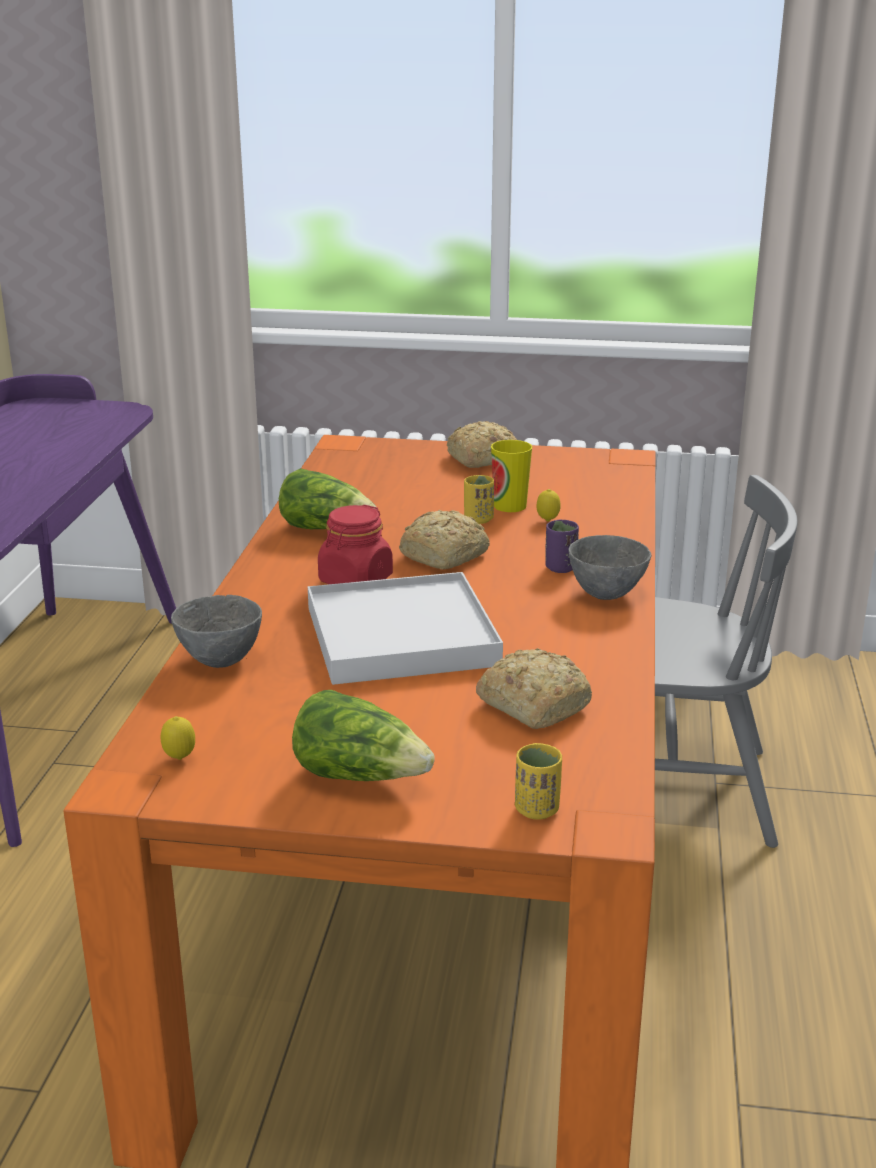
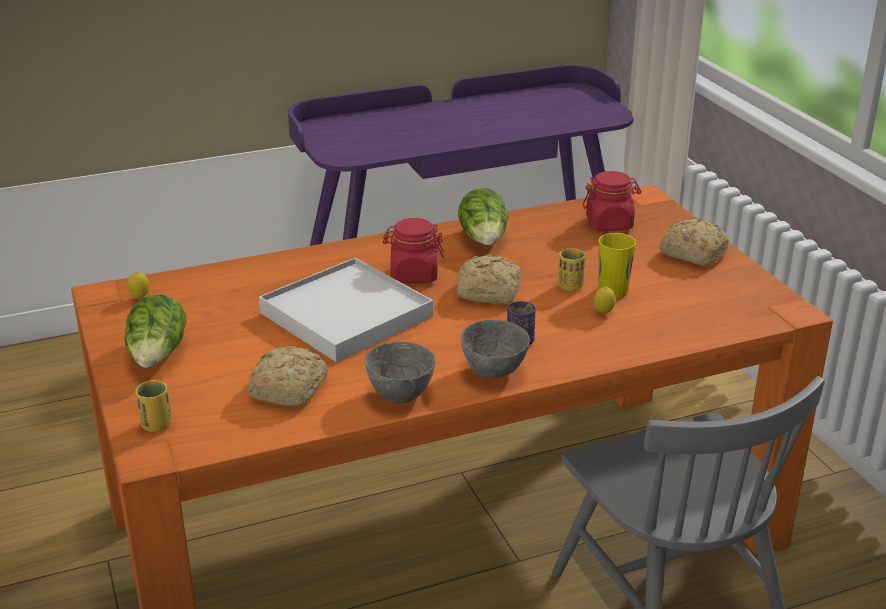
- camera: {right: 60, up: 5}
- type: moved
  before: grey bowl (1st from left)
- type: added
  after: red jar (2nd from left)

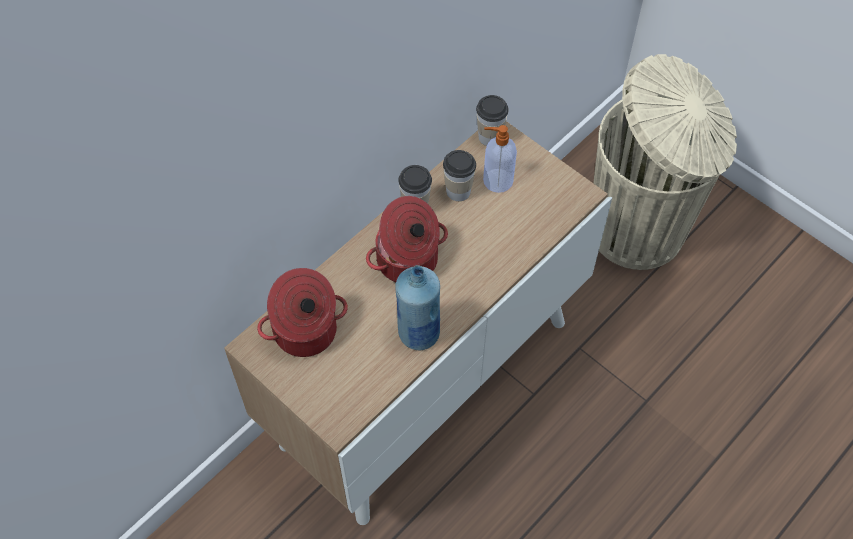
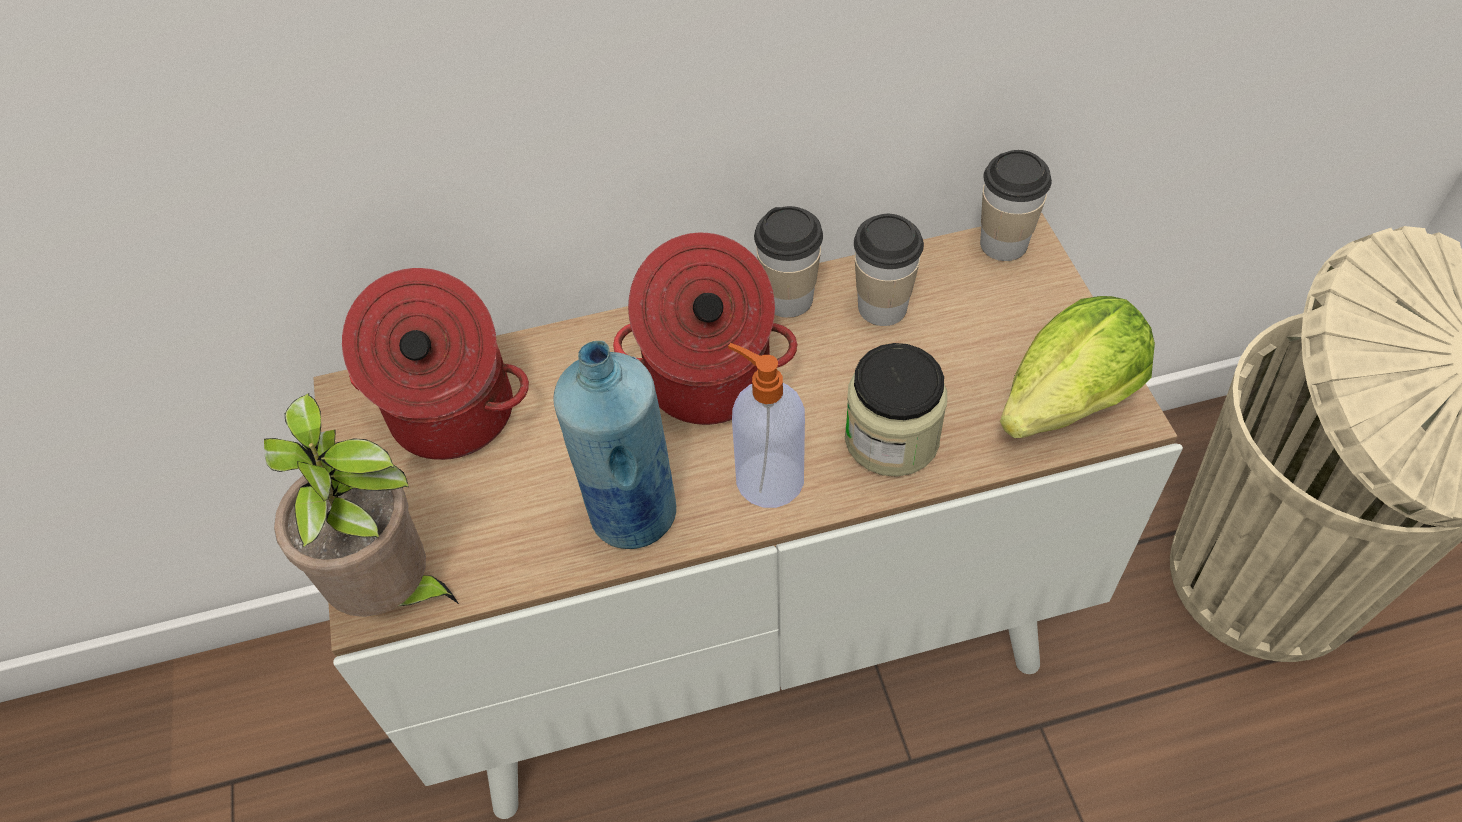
- camera: {right: 35, up: -5}
- type: moved
  before: soap dispenser
- type: added
  after: lettuce
- type: added
  after: jar
- type: added
  after: potted plant

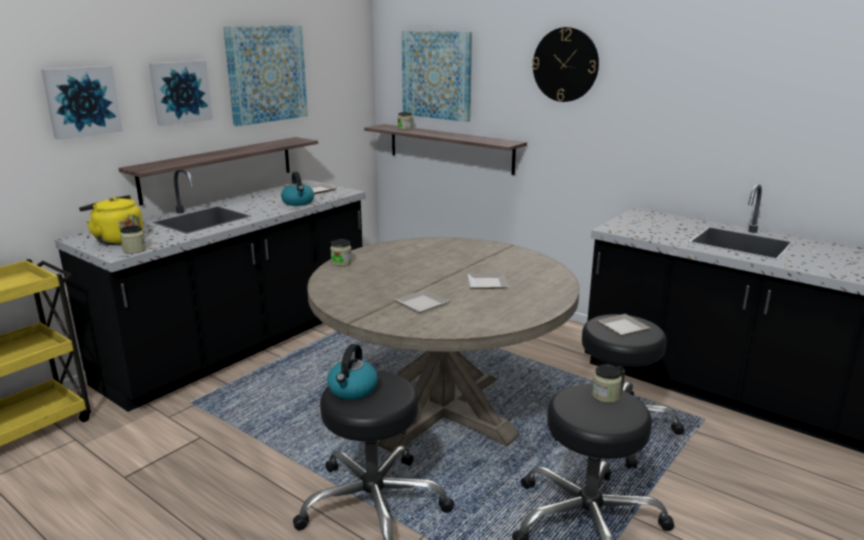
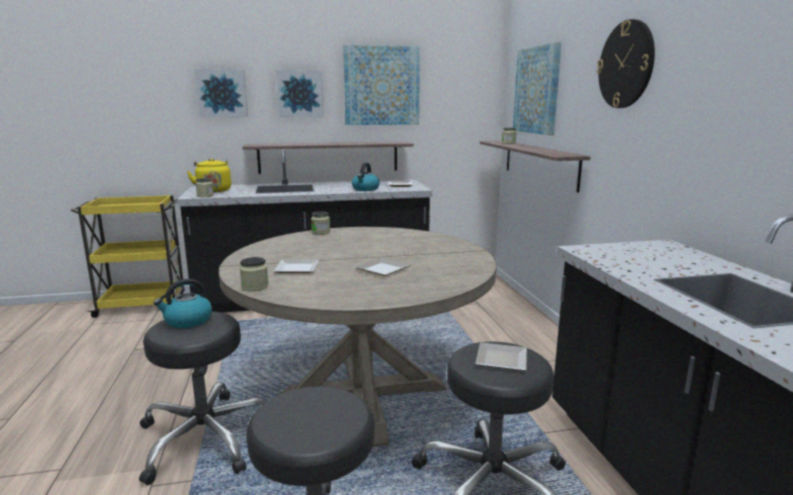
- camera: {right: 40, up: -5}
- type: moved
  before: jar (4th from left in the first image)
  after: jar (2nd from left)

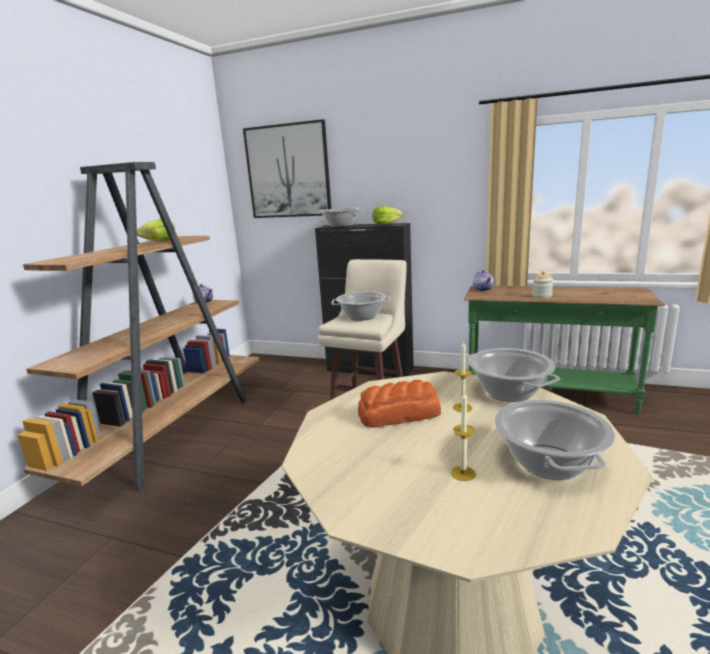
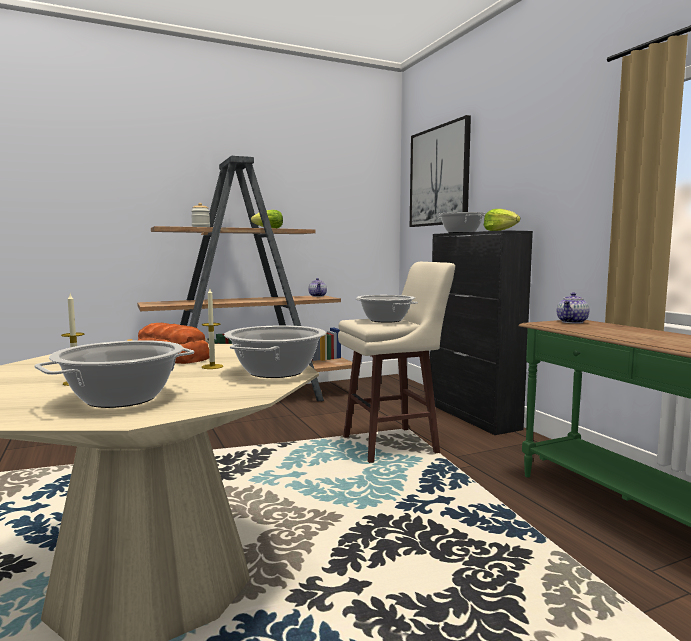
- camera: {right: 45, up: -10}
- type: moved
  before: jar

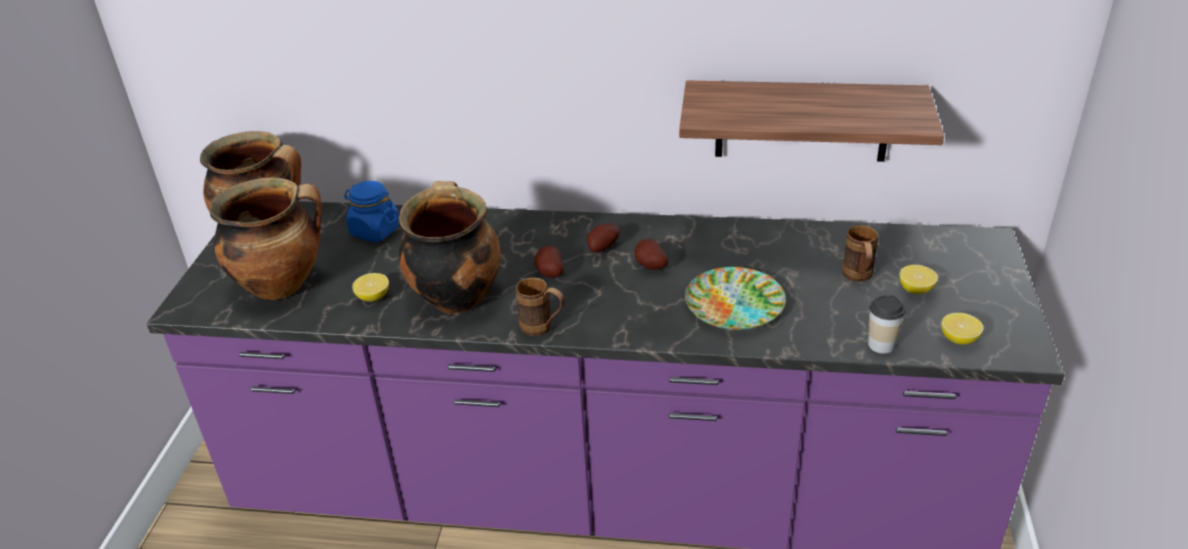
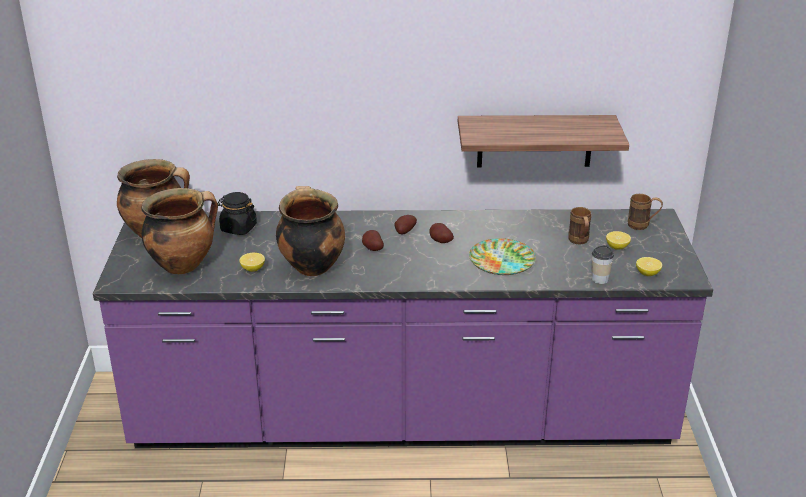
- camera: {right: -10, up: -5}
- type: recoloured
  before: blue jar
  after: black jar
- type: moved
  before: brown mug (1st from left in the first image)
  after: brown mug (2nd from left)

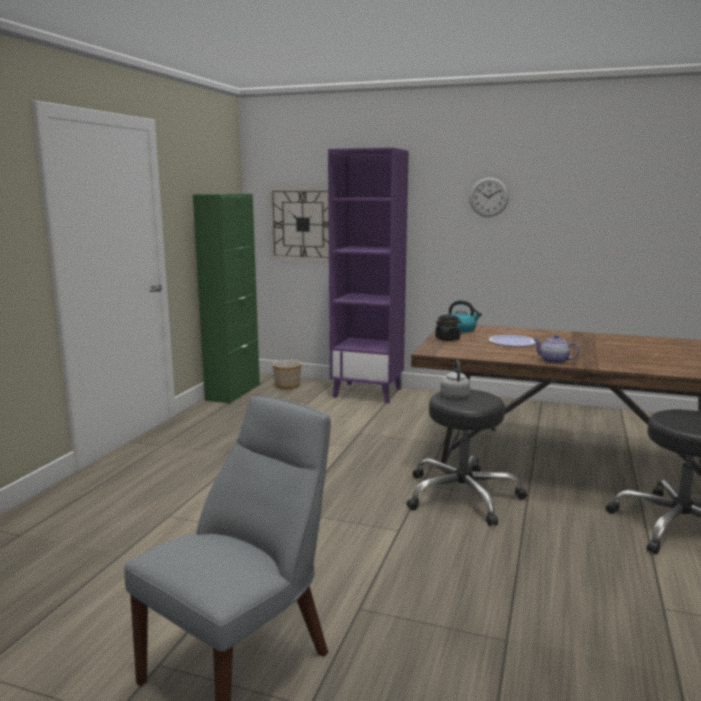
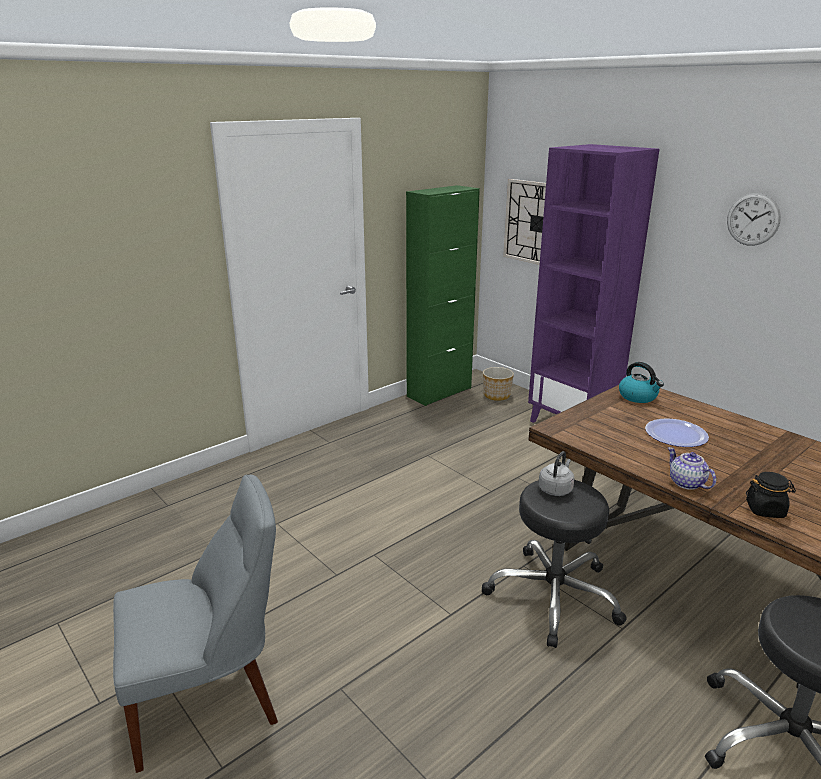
- camera: {right: 30, up: 10}
- type: moved
  before: black jar

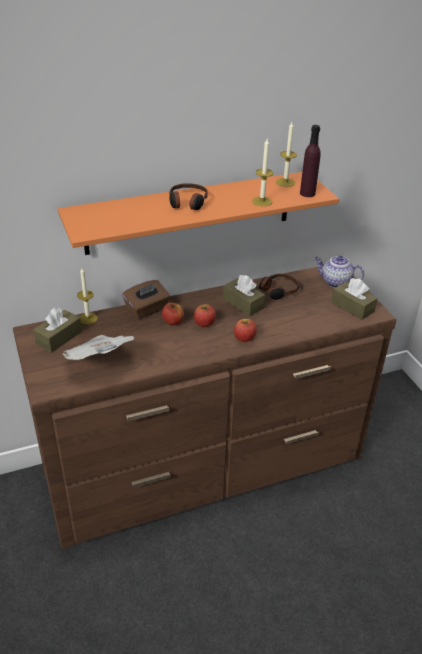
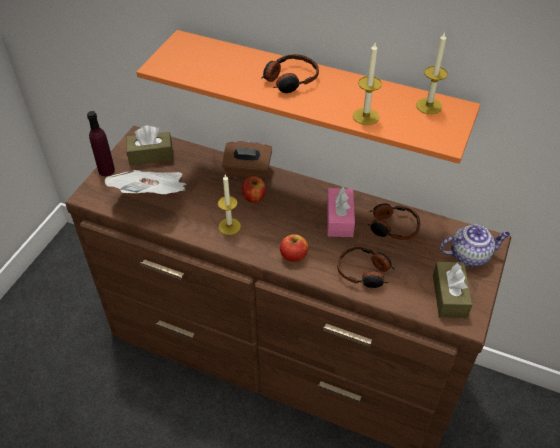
- camera: {right: 45, up: 10}
- type: moved
  before: purple bottle
- type: turned
  before: teapot
  turn: 105
- type: moved
  before: candle (1st from left)
- type: recoloured
  before: brown tissue box (3rd from left)
  after: pink tissue box
- type: removed
  before: apple (2nd from left)
- type: added
  after: headphones (2nd from left)

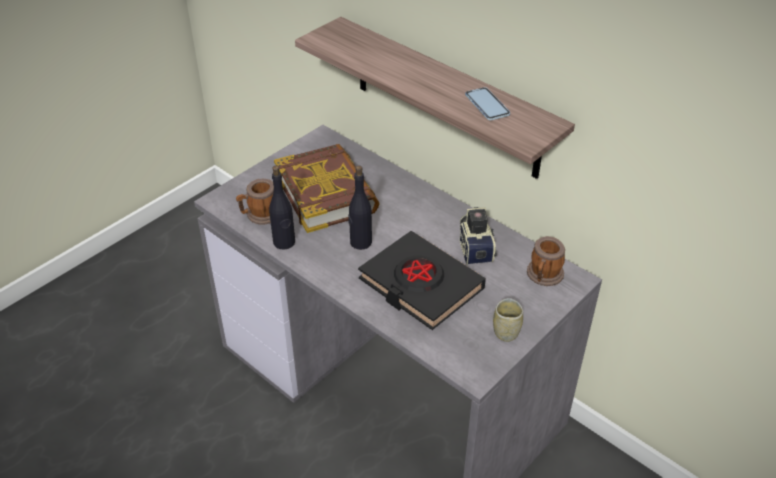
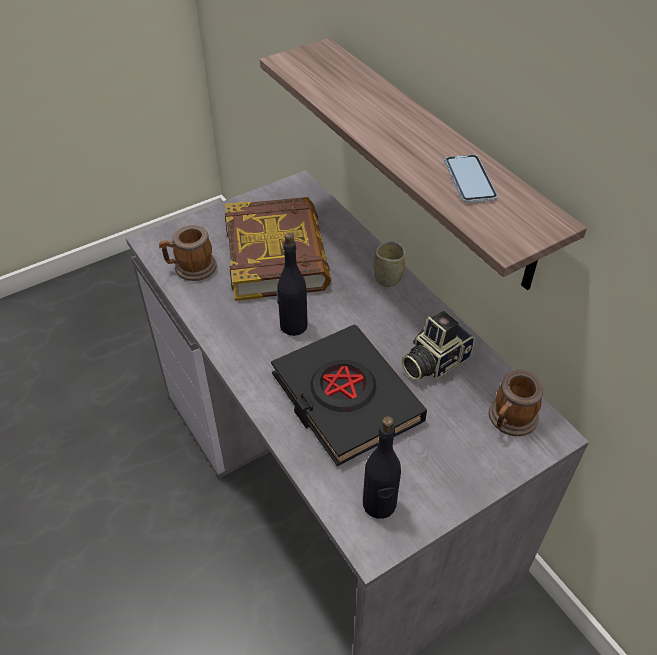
- camera: {right: 15, up: 5}
- type: moved
  before: black bottle (1st from left in the first image)
  after: black bottle (2nd from left)
- type: turned
  before: photo camera
  turn: -135
- type: moved
  before: cup

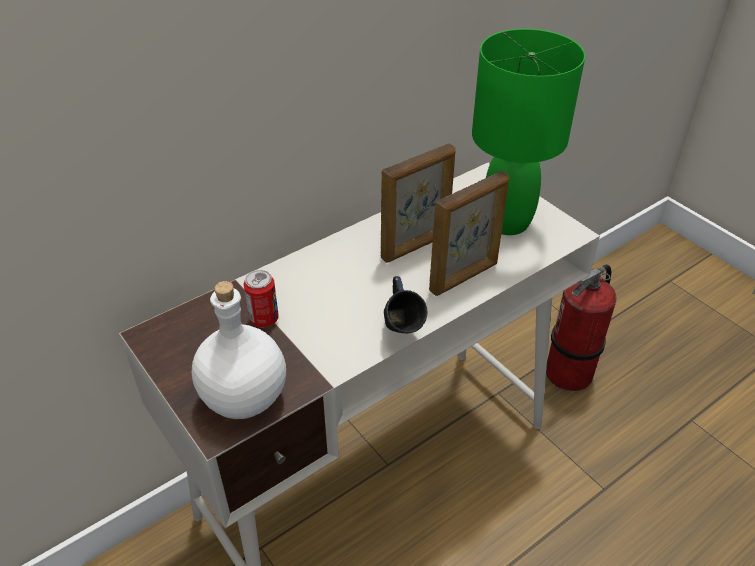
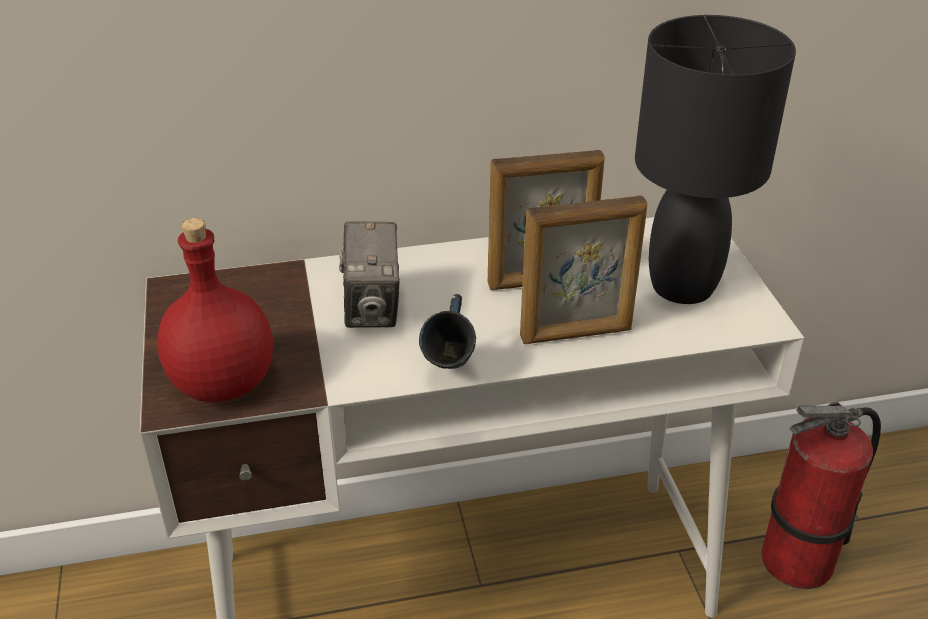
- camera: {right: 25, up: -5}
- type: recoloured
  before: green table lamp
  after: black table lamp
- type: removed
  before: can
- type: recoloured
  before: white bottle
  after: red bottle
- type: added
  after: photo camera

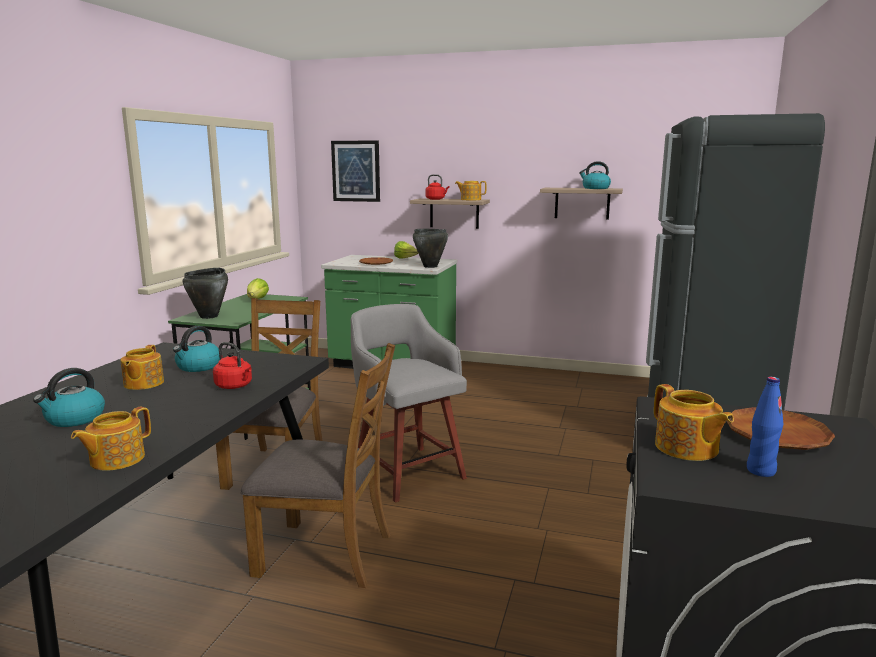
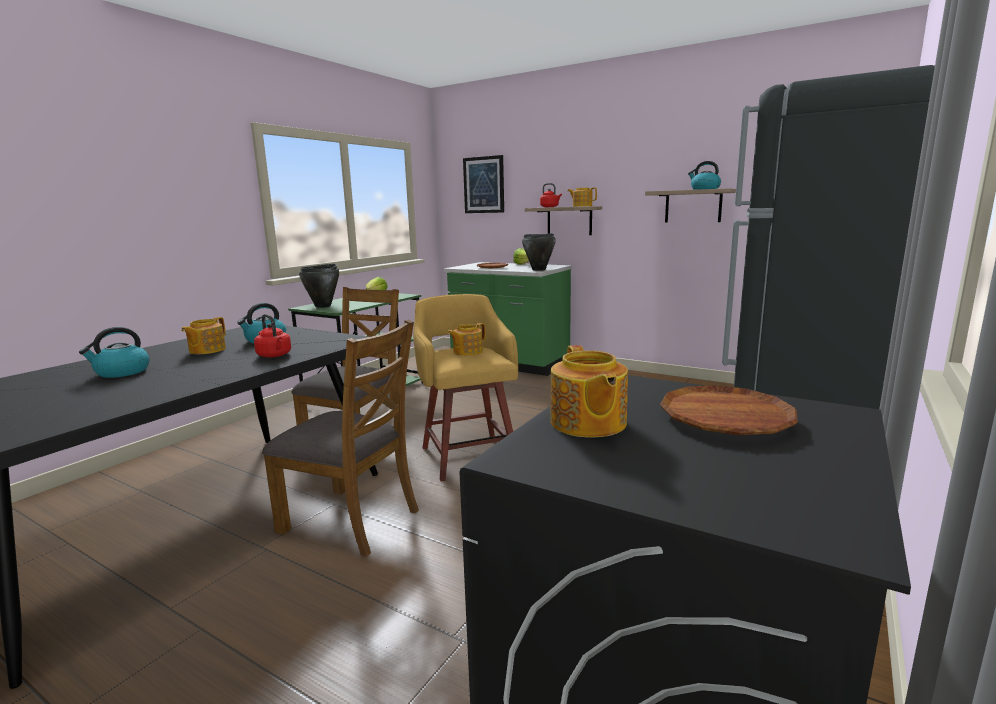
- camera: {right: 15, up: 0}
- type: recoloured
  before: grey stool
  after: yellow stool
- type: removed
  before: blue bottle
- type: moved
  before: teapot (1st from left in the first image)
  after: teapot (2nd from left)

